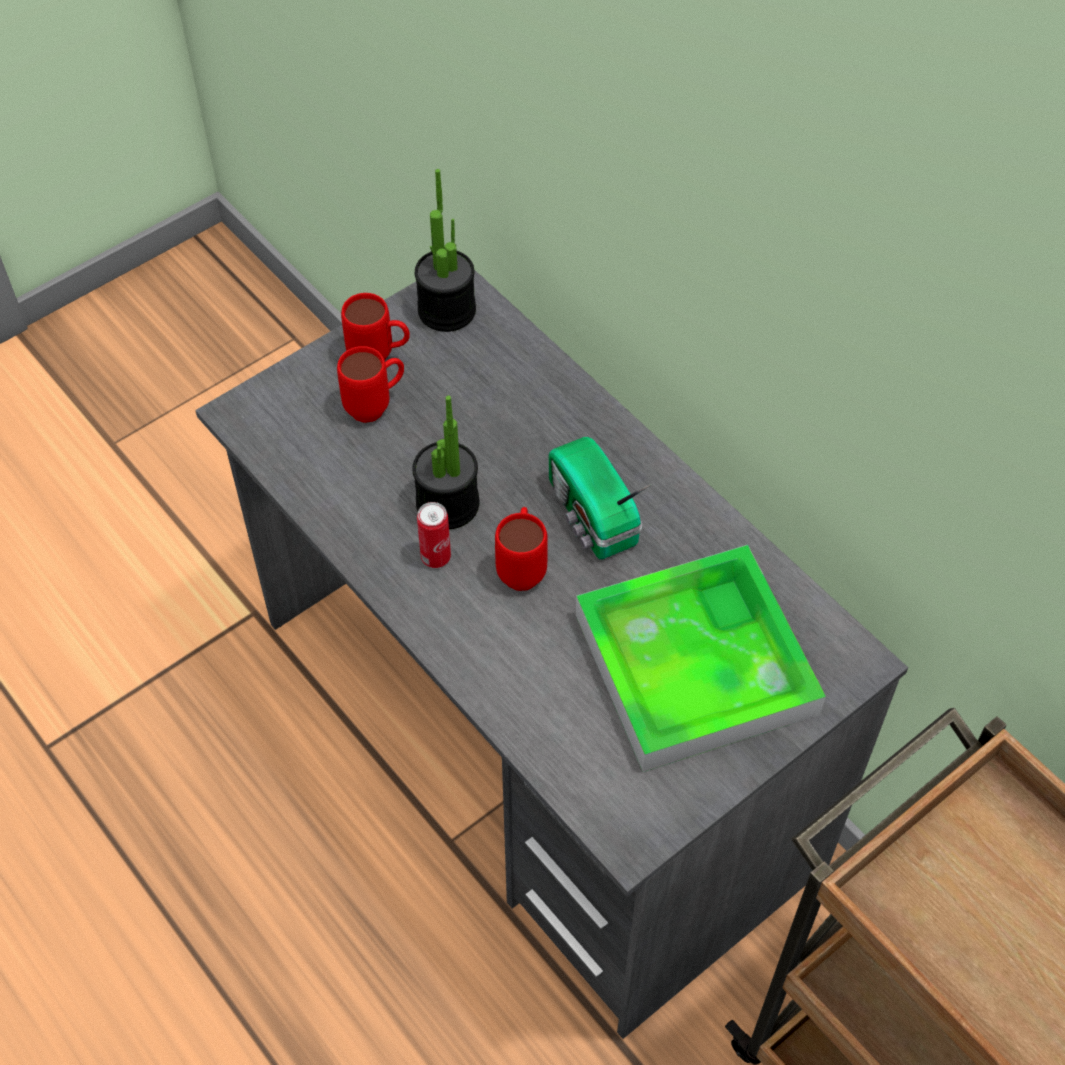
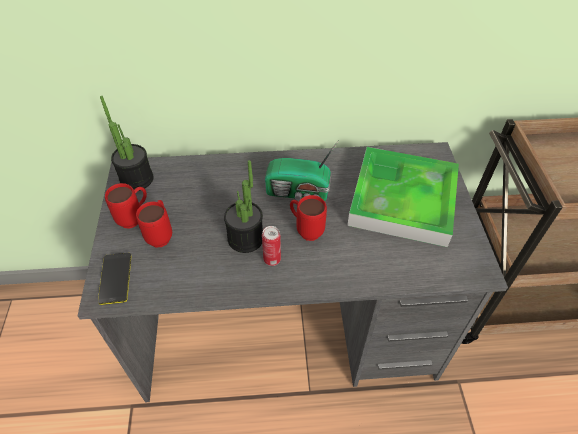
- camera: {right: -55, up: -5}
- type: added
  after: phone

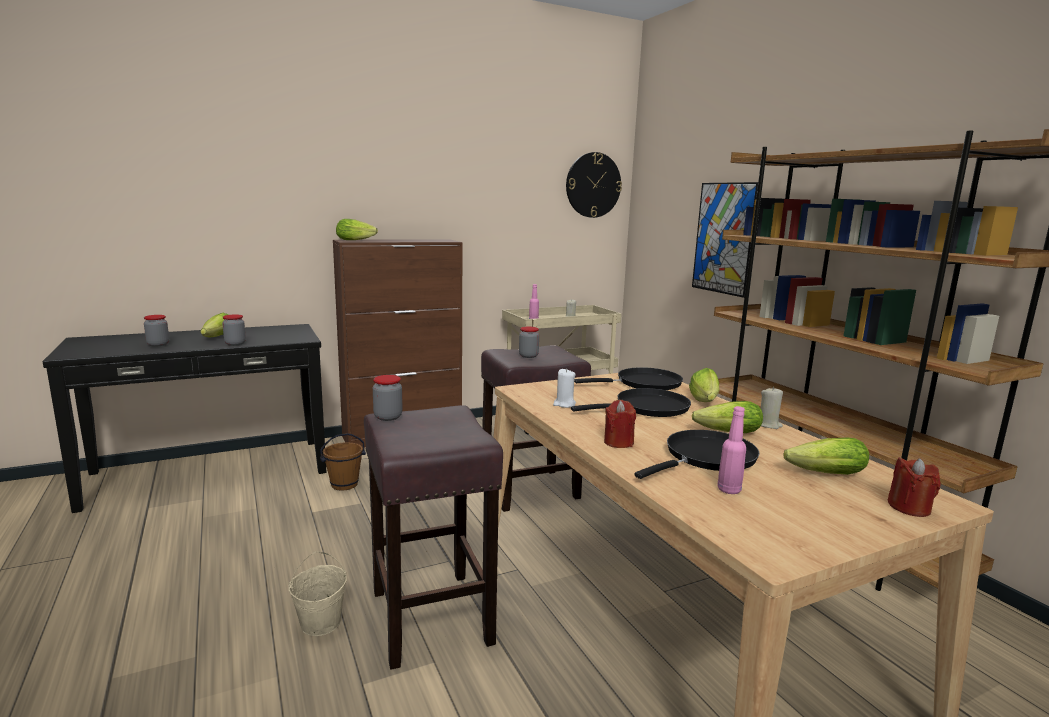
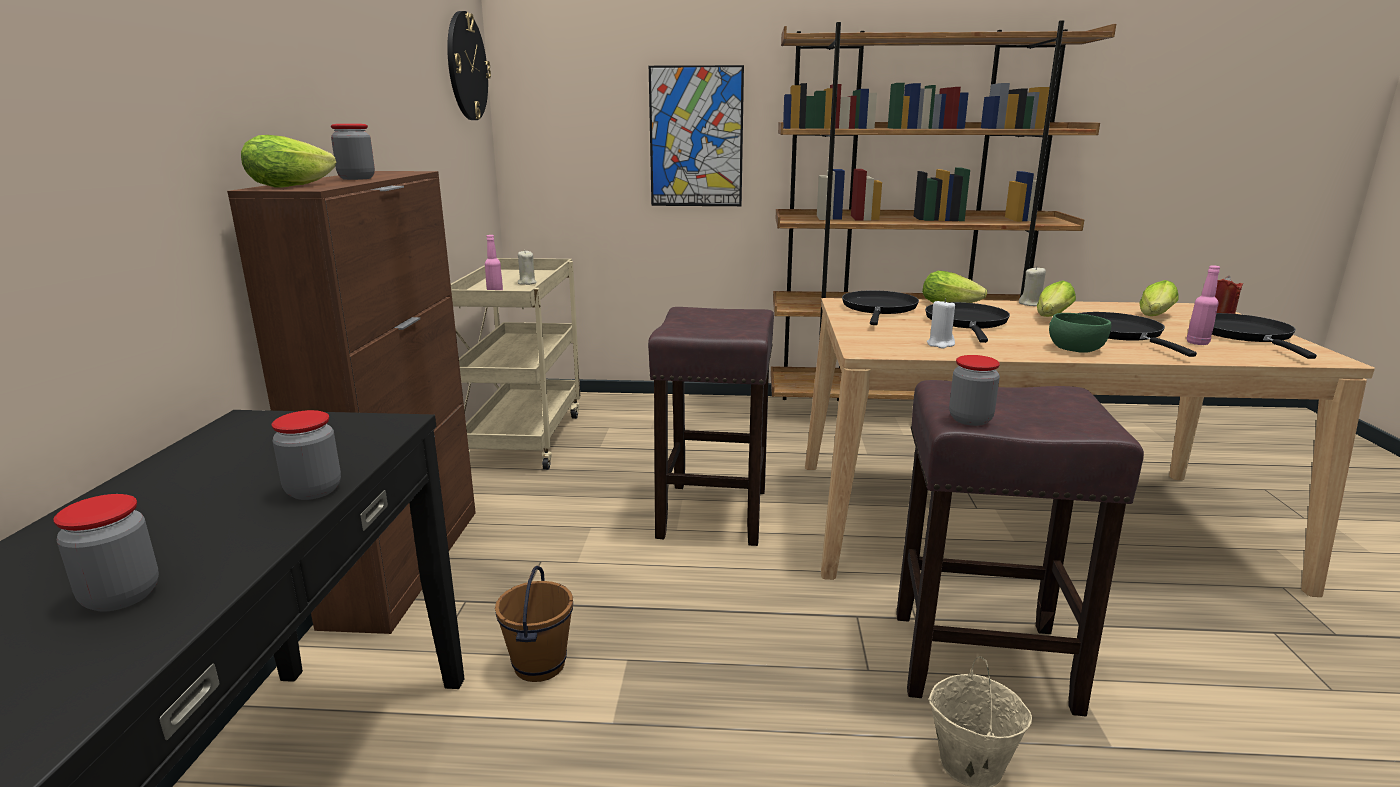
- camera: {right: -60, up: 5}
- type: removed
  before: lettuce (1st from left)
- type: moved
  before: jar (4th from left in the first image)
  after: jar (3rd from left)
- type: replaced
  before: red candle (1st from left)
  after: green bowl
- type: added
  after: black frying pan (4th from left)

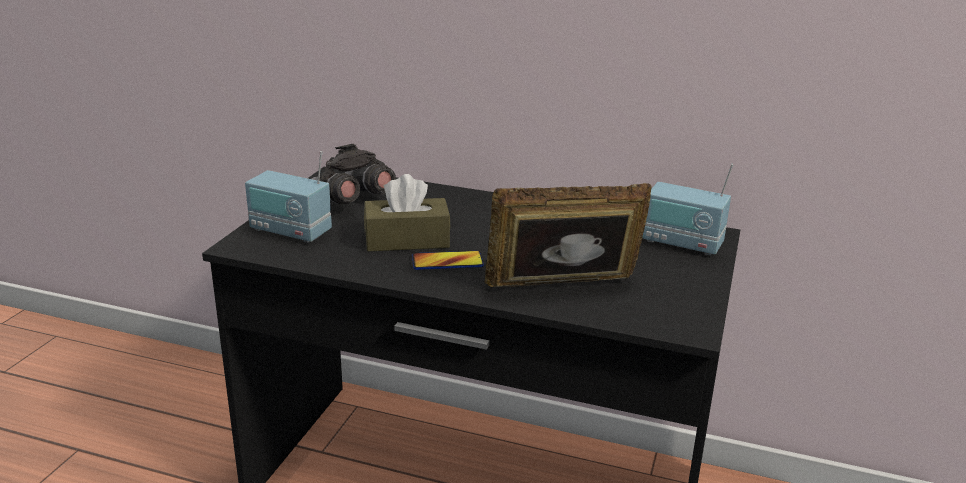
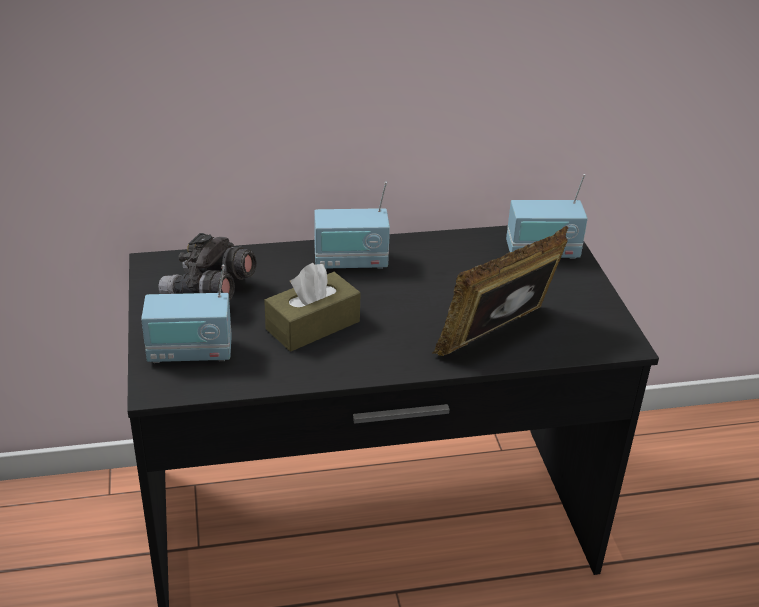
- camera: {right: -30, up: 10}
- type: removed
  before: phone
- type: added
  after: radio (2nd from left)

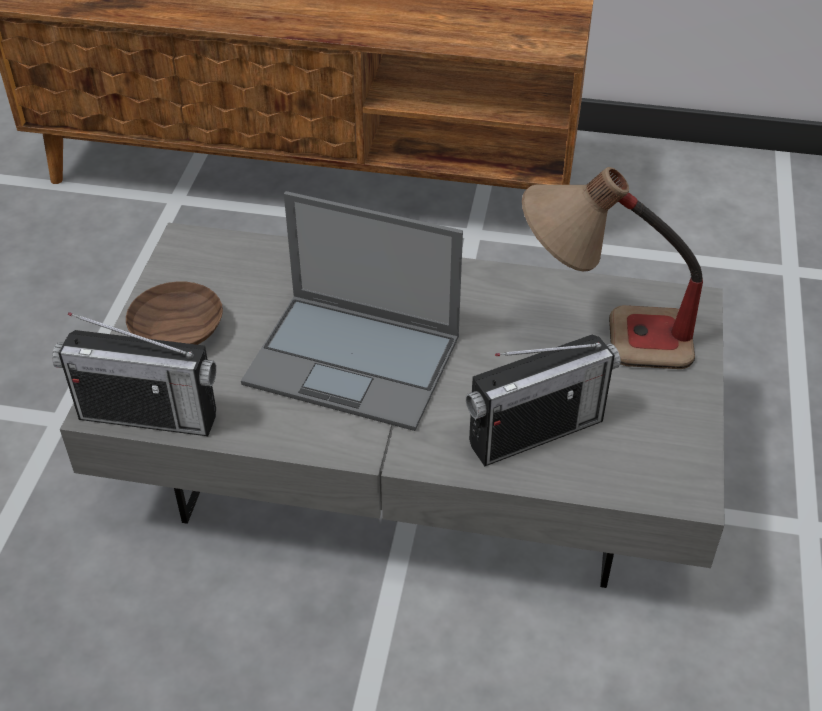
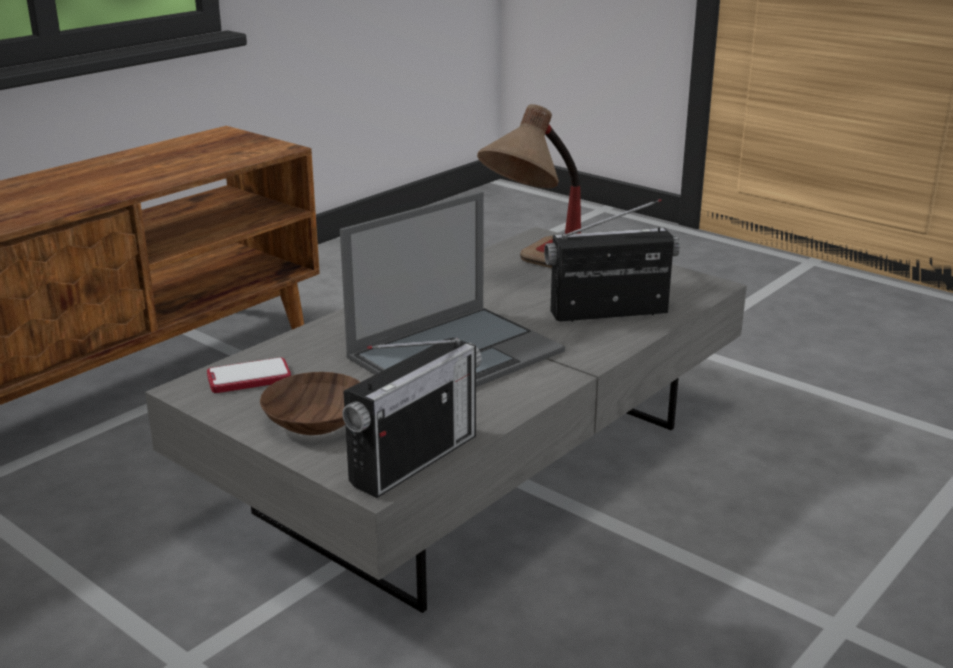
- camera: {right: -60, up: -20}
- type: turned
  before: radio (2nd from left)
  turn: -105
- type: added
  after: phone

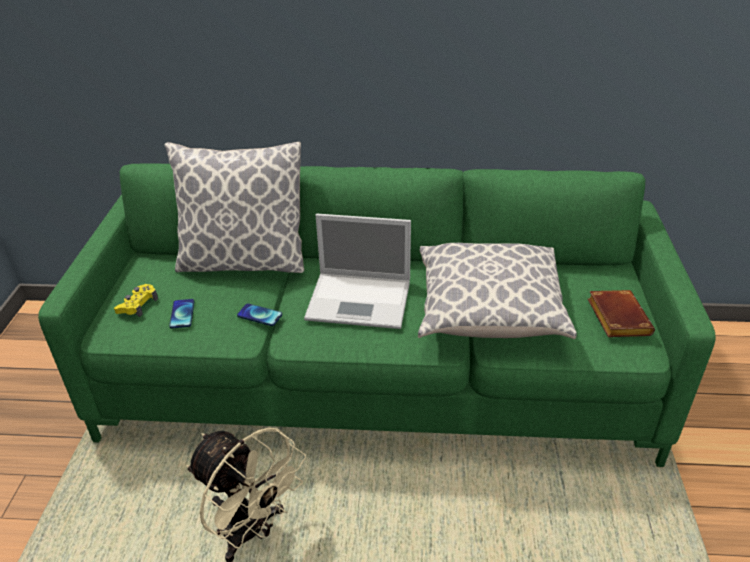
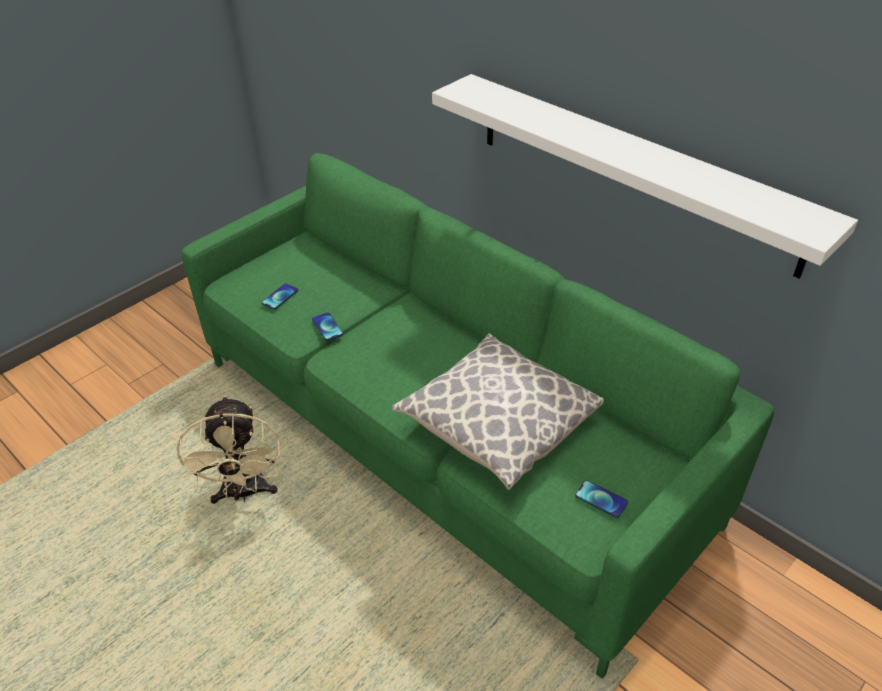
- camera: {right: 40, up: 5}
- type: removed
  before: pillow (1st from left)
- type: removed
  before: laptop
- type: removed
  before: yellow game controller
- type: replaced
  before: brown book
  after: phone (3rd from left)
- type: added
  after: white shelf

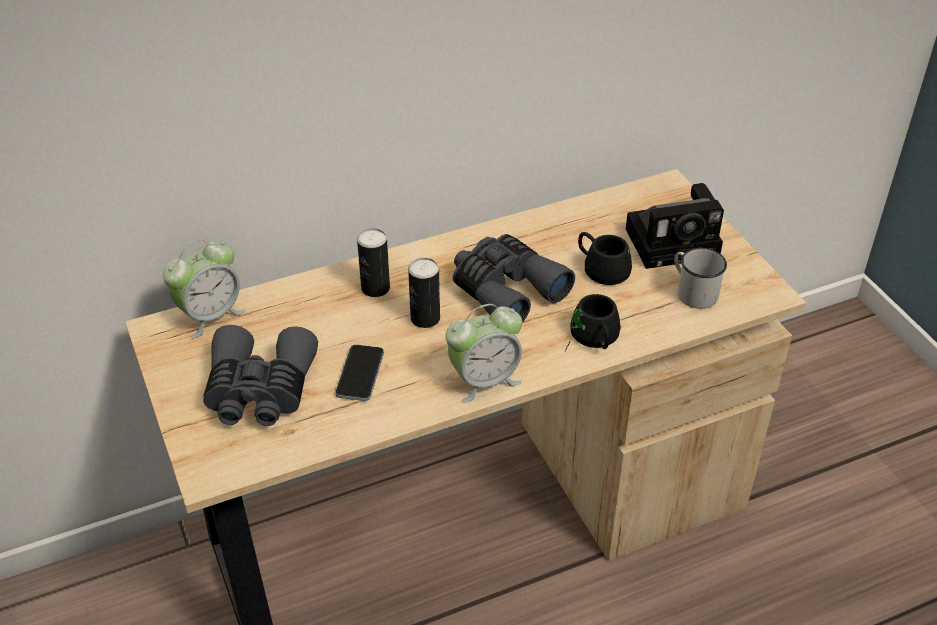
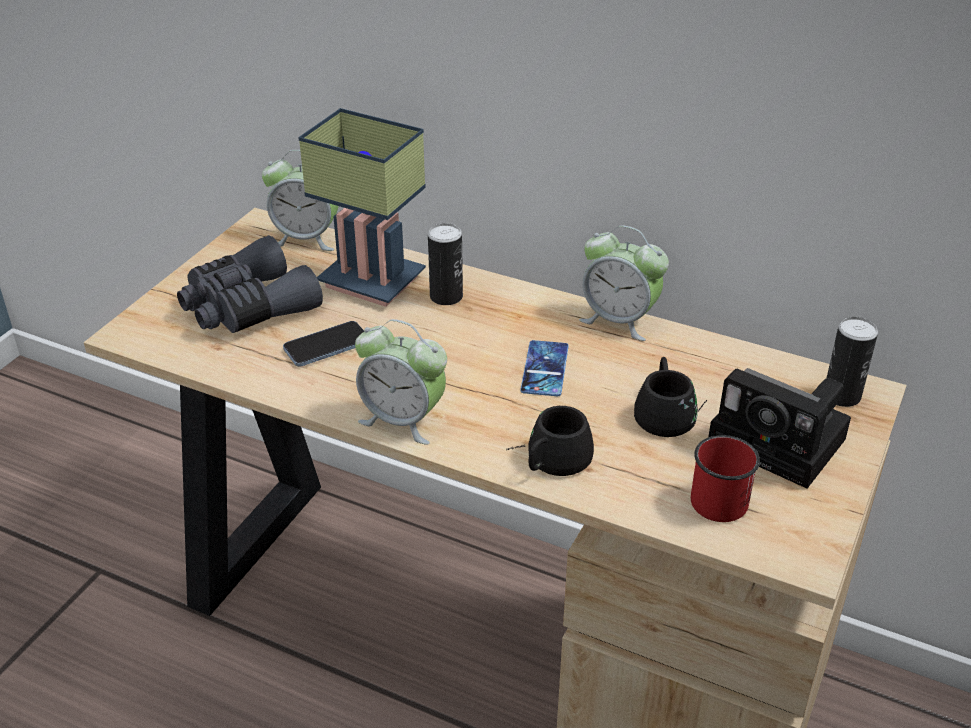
- camera: {right: 50, up: -5}
- type: replaced
  before: grey binoculars (2nd from left)
  after: phone (2nd from left)
- type: recoloured
  before: white mug
  after: red mug
- type: moved
  before: can (2nd from left)
- type: added
  after: table lamp
- type: added
  after: alarm clock (3rd from left)

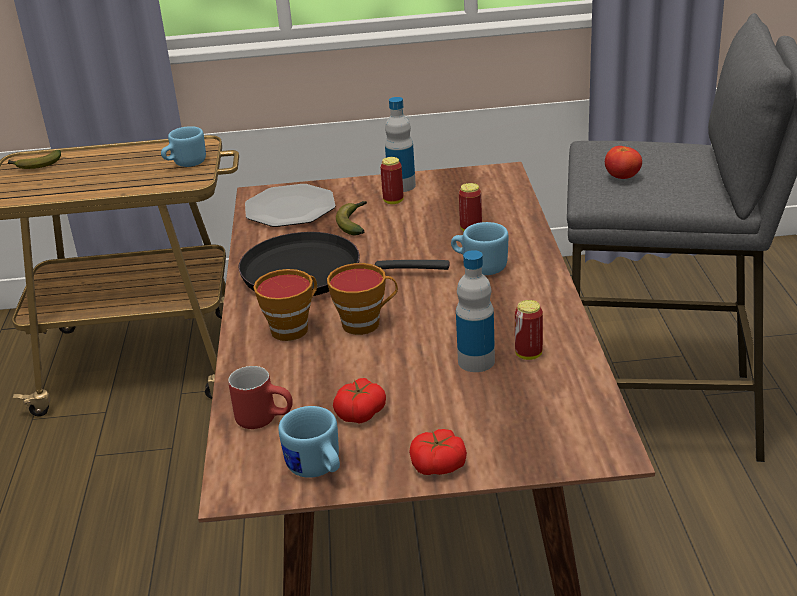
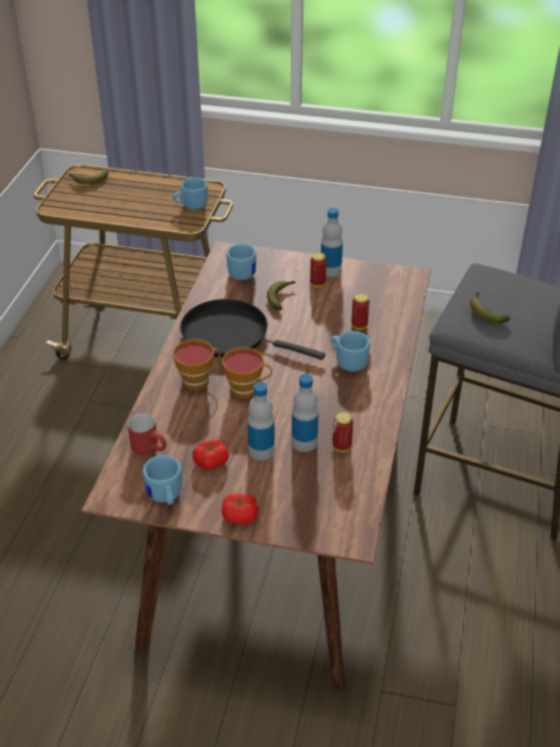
- camera: {right: 15, up: 10}
- type: replaced
  before: tomato (3rd from left)
  after: banana (3rd from left)
- type: replaced
  before: plate
  after: blue mug (3rd from left)
- type: added
  after: bottle (1st from left)

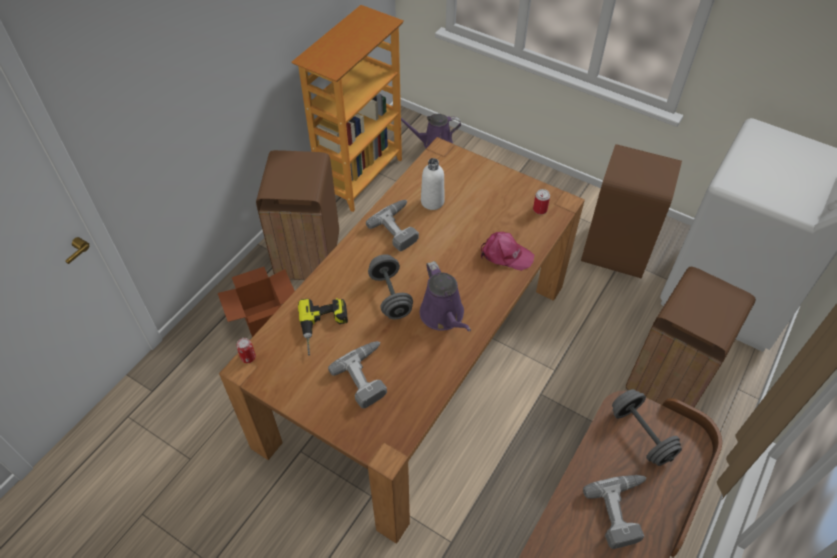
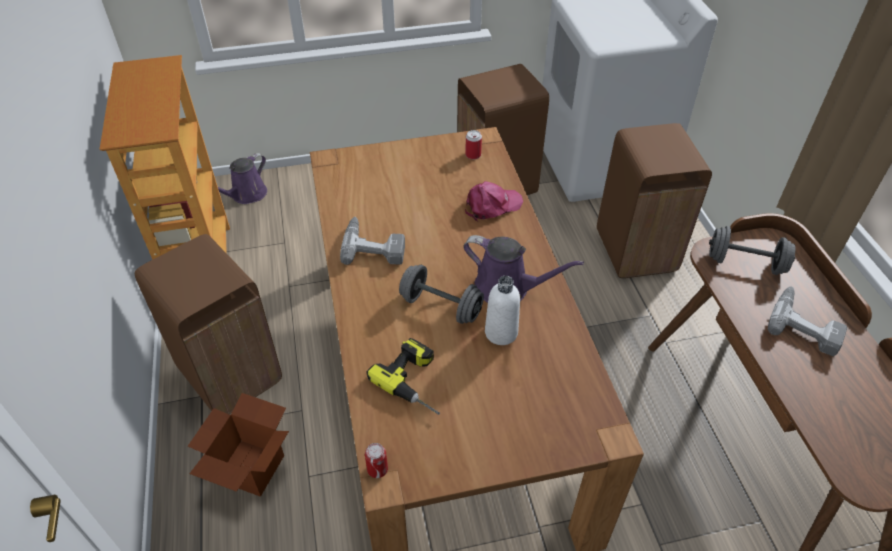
- camera: {right: -45, up: -5}
- type: moved
  before: white bottle
- type: removed
  before: power drill (2nd from left)

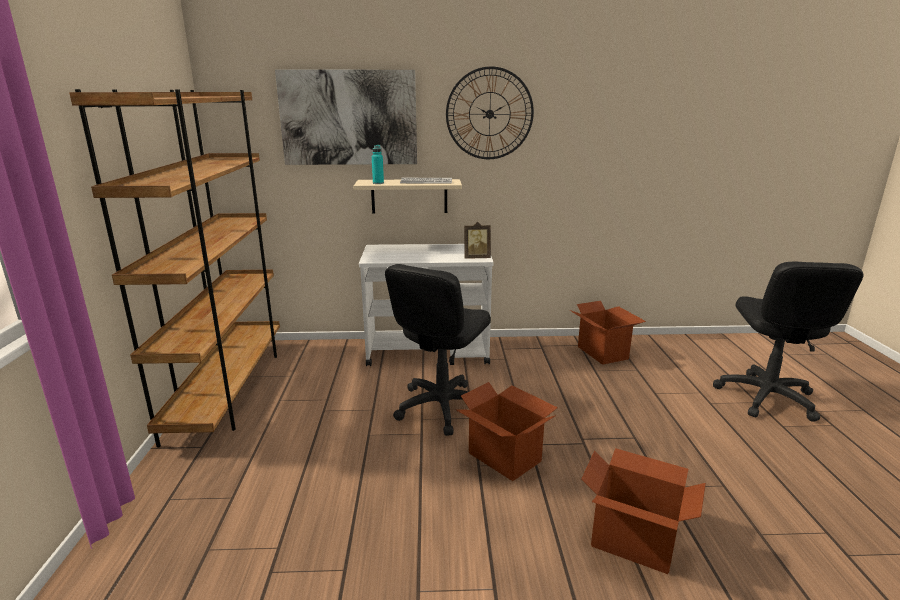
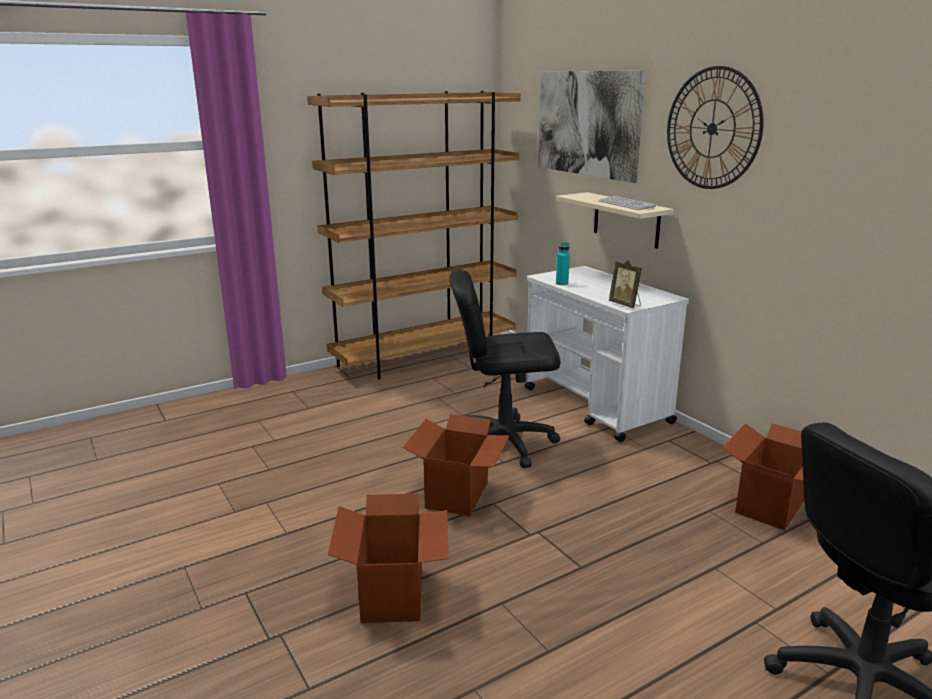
- camera: {right: 60, up: 0}
- type: moved
  before: turquoise bottle

